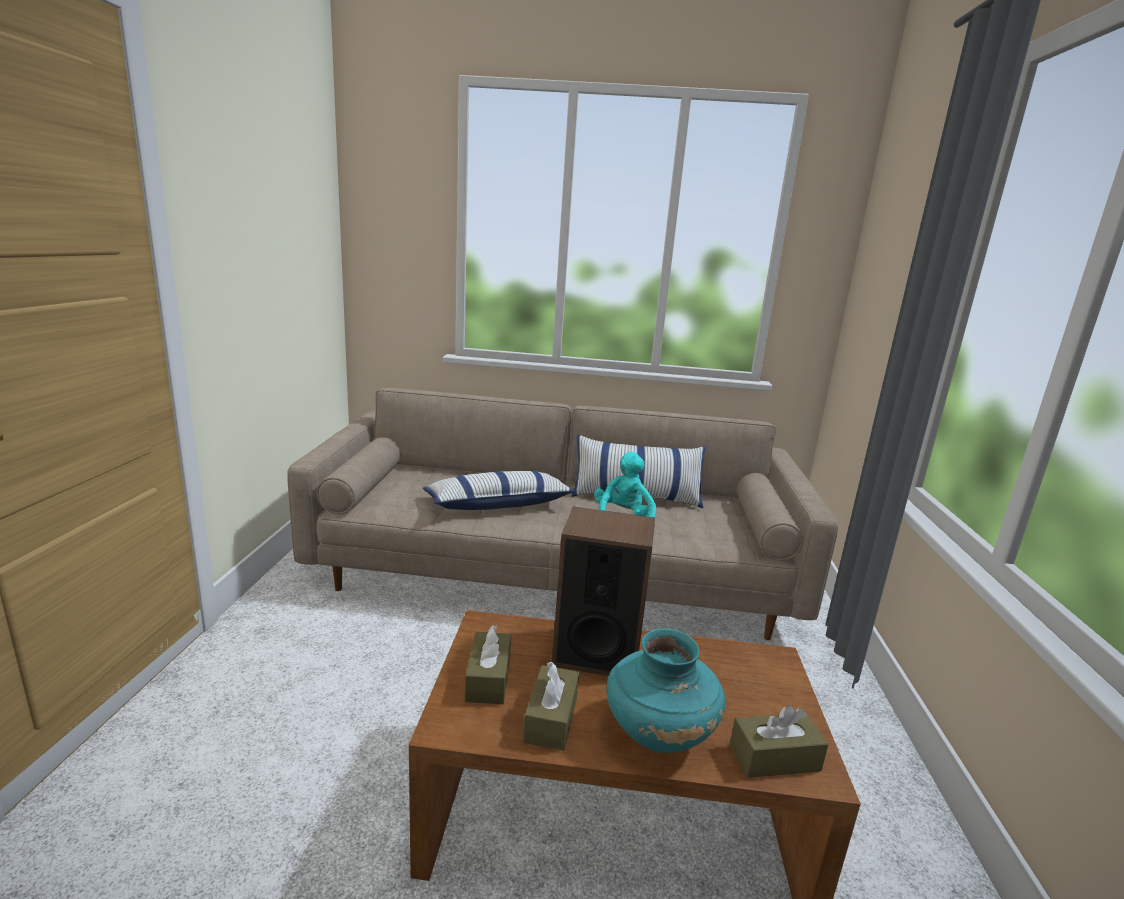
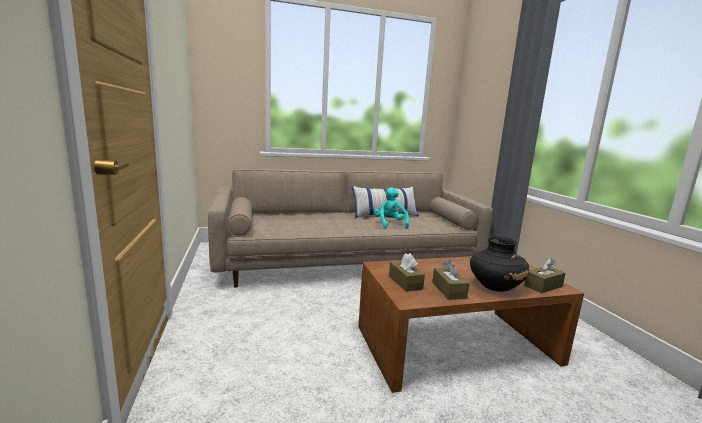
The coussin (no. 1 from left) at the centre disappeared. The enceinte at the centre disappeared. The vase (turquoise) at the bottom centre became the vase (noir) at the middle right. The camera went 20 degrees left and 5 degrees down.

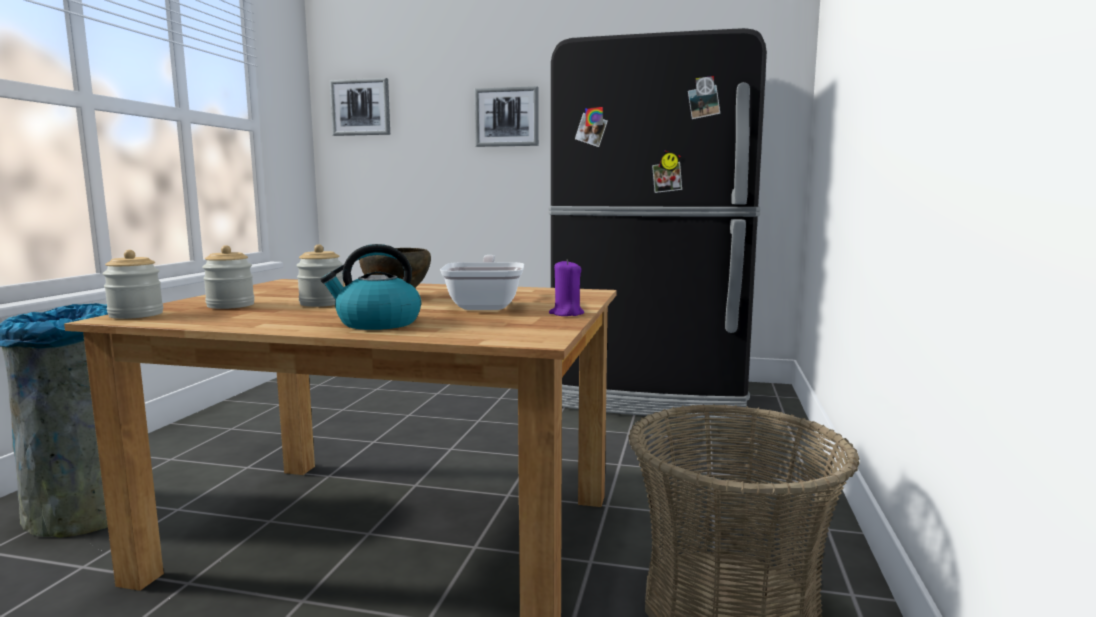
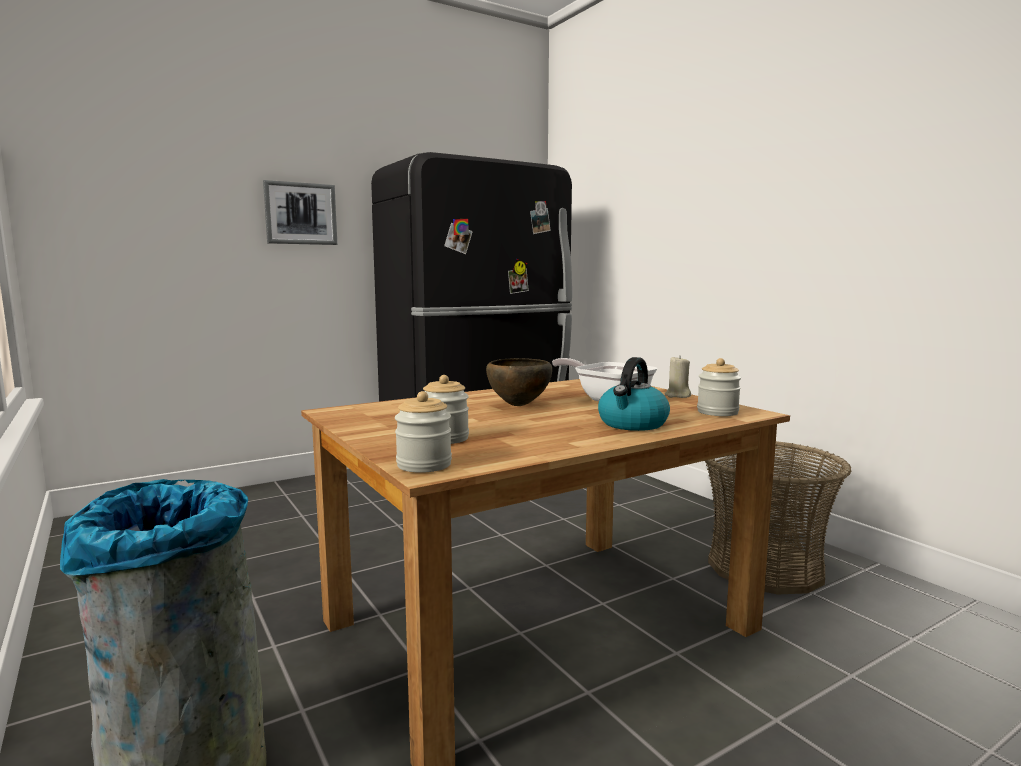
The tableau (no. 1 from left) at the top left disappeared. The bocal (no. 3 from left) moved from the middle left to the middle right. The bougie (violet) at the centre became the bougie (beige) at the centre. The camera went 45 degrees left and 0 degrees up.

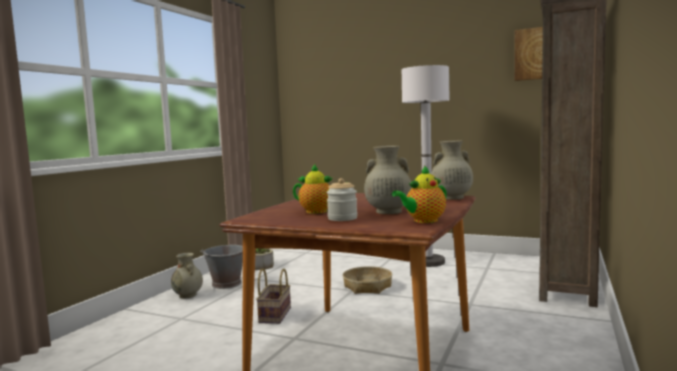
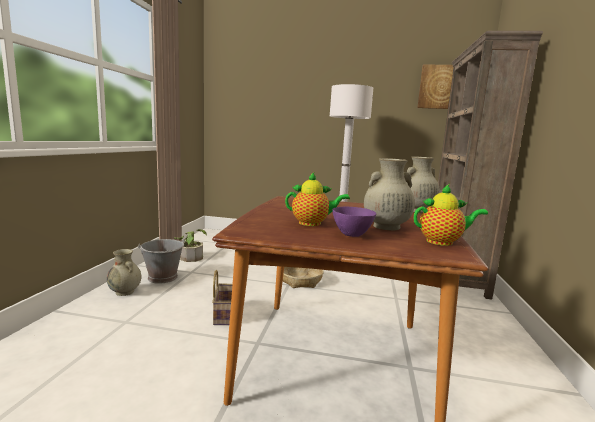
The théière (no. 2 from left) at the centre turned 135 degrees counterclockwise. The bocal at the centre was replaced by the bol (violet) at the centre. The camera went 15 degrees left and 5 degrees up.

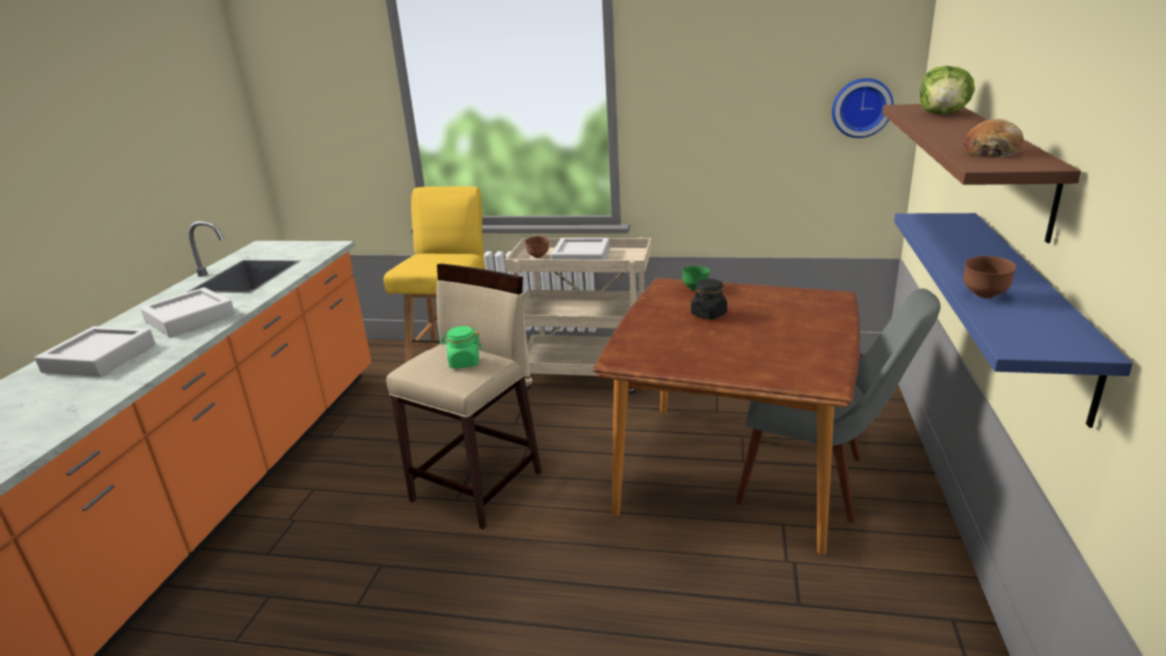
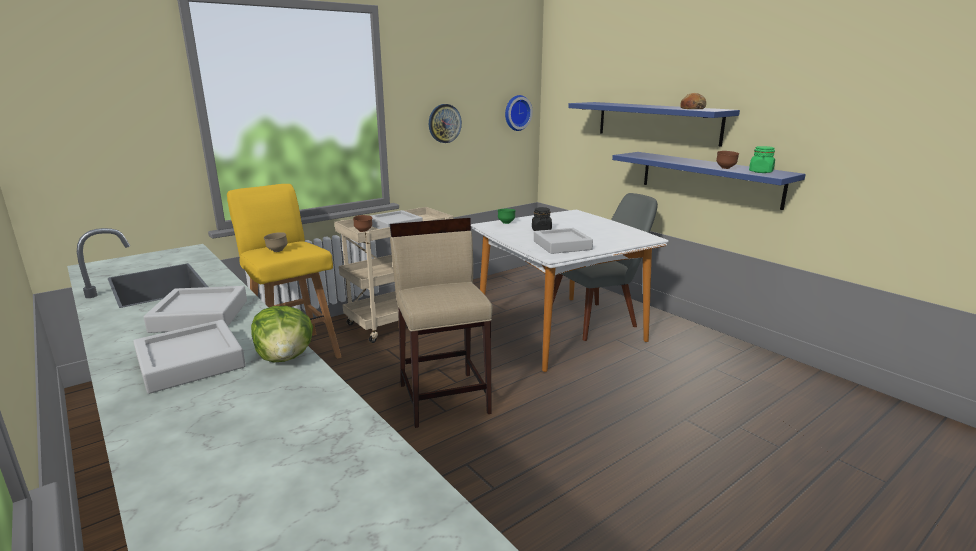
The laitue moved from the top right to the middle left. The étagère (marron) at the top right became the étagère (bleu) (no. 1 from left) at the top right. The table à manger (marron) at the centre became the table à manger (blanc) at the centre. The bocal (vert) moved from the centre to the top right. The horloge murale (no. 1 from left) at the top centre appeared. The plateau (gris) (no. 4 from left) at the centre appeared. The bol (marron) (no. 1 from left) at the middle left appeared. The camera went 50 degrees left and 5 degrees down.

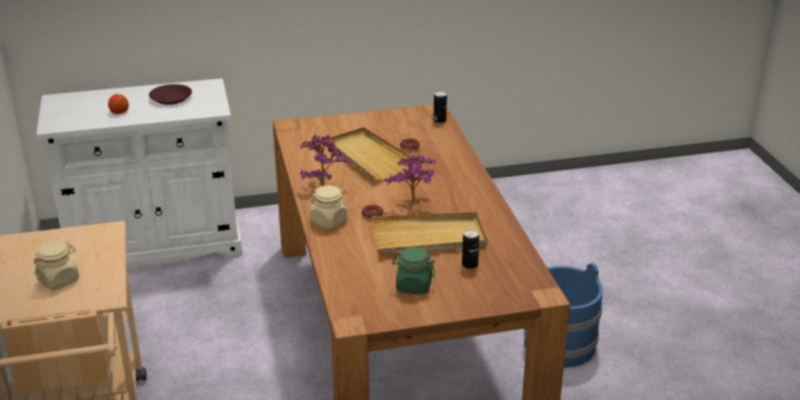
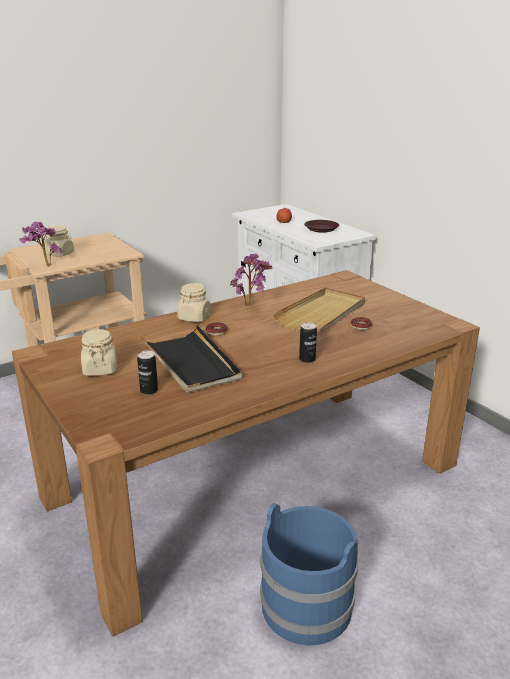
The boîte métallique (no. 1 from left in the first image) moved from the top centre to the centre. The plante en pot (no. 2 from left in the first image) moved from the centre to the middle left. The plateau (beige) (no. 2 from left) at the centre became the plateau (noir) at the centre. The bocal (vert) at the bottom centre became the bocal (beige) (no. 2 from left) at the middle left. The camera went 70 degrees right and 5 degrees down.

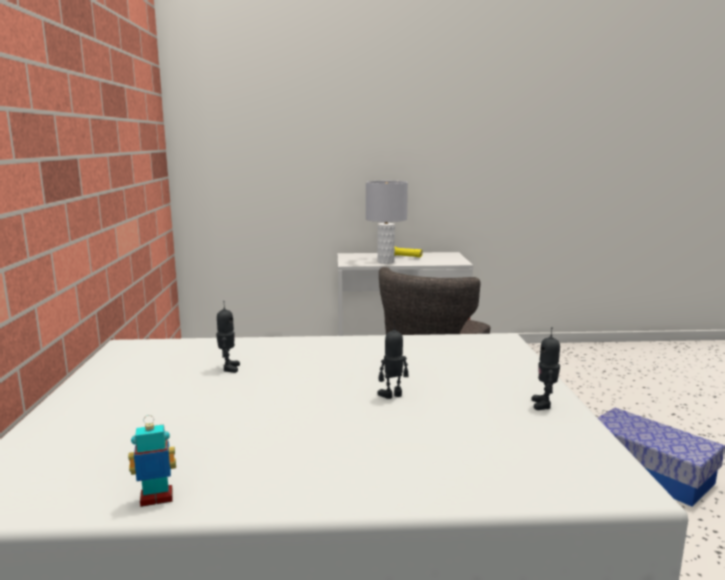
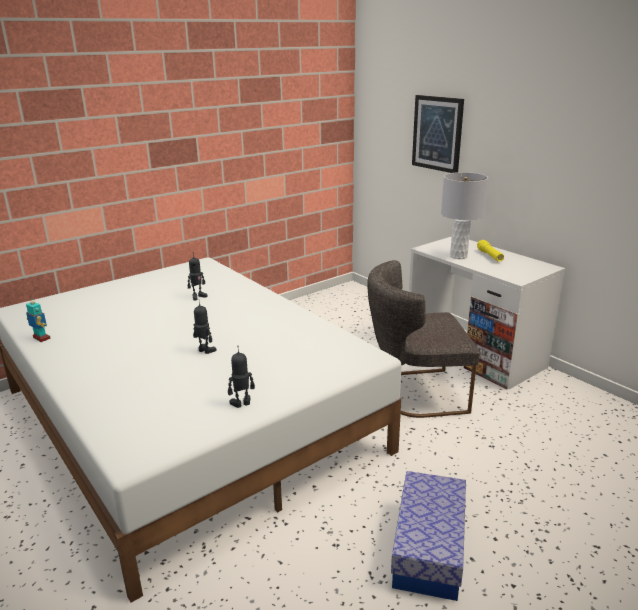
The tableau at the top right appeared. The camera went 55 degrees right and 10 degrees up.

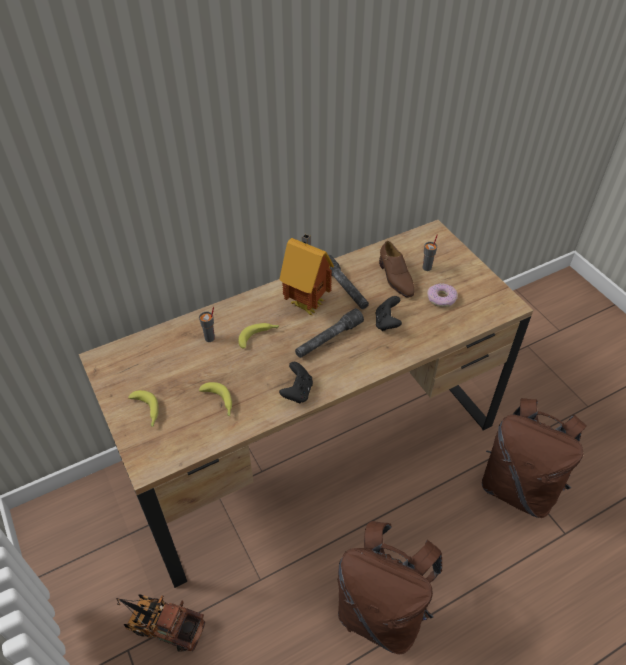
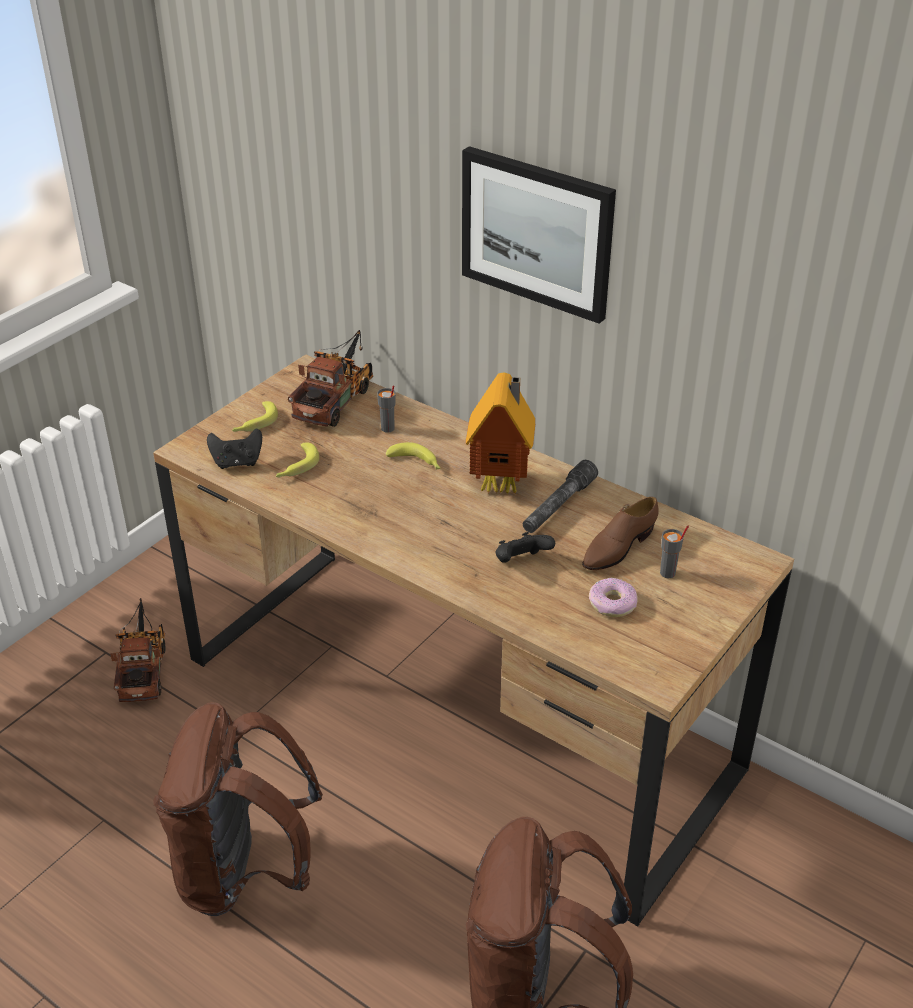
The lampe de poche (gris) (no. 1 from left) at the centre disappeared. The manette (noir) (no. 1 from left) moved from the centre to the middle left. The tableau at the top centre appeared. The camion jouet (no. 2 from left) at the centre appeared. The camera went 65 degrees right and 10 degrees down.

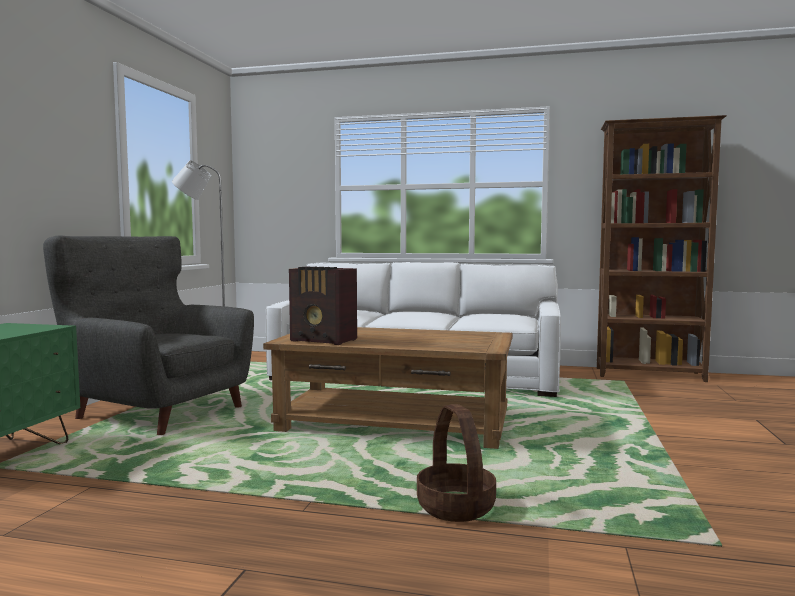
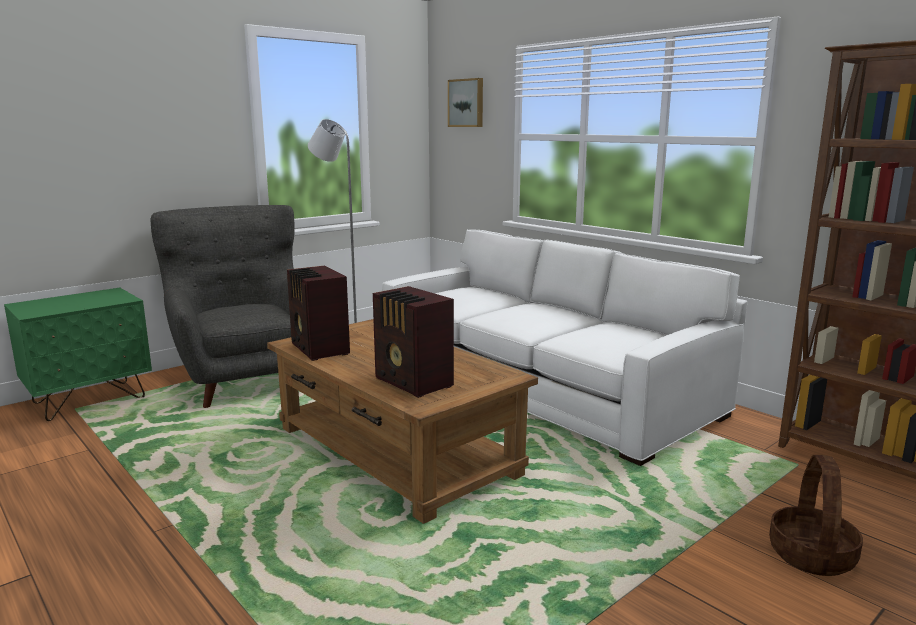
The panier moved from the bottom centre to the bottom right. The tableau at the top centre appeared. The radio (no. 2 from left) at the centre appeared. The camera went 35 degrees right and 10 degrees up.

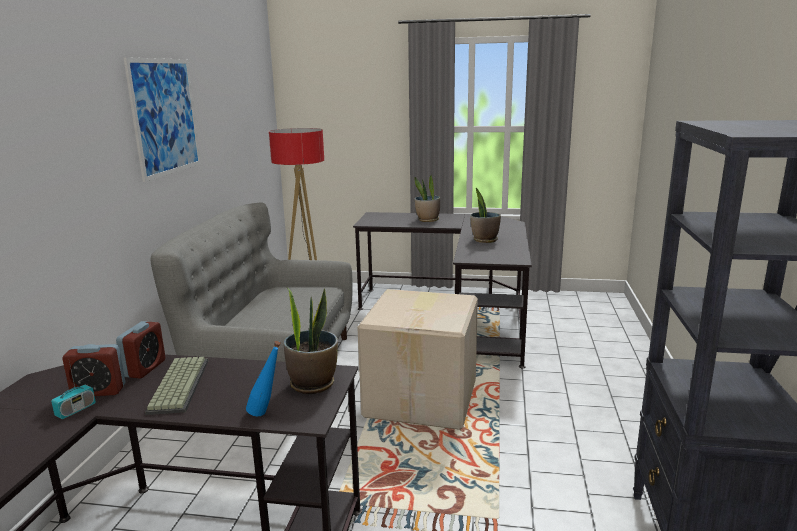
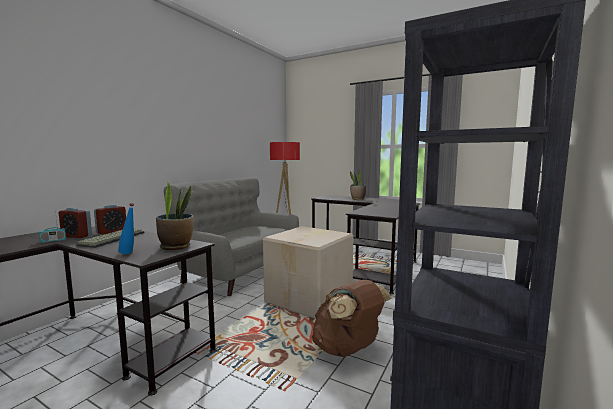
The tableau at the top left disappeared. The plante en pot (no. 3 from left) at the centre disappeared. The sac à dos (marron) at the bottom centre appeared. The camera went 20 degrees right and 10 degrees down.

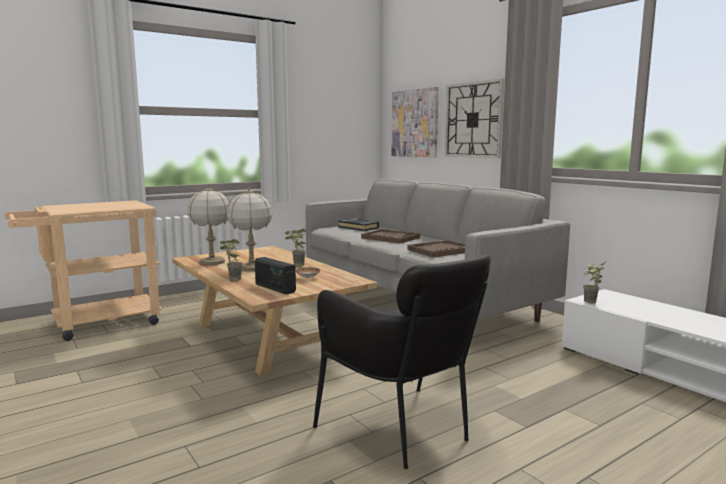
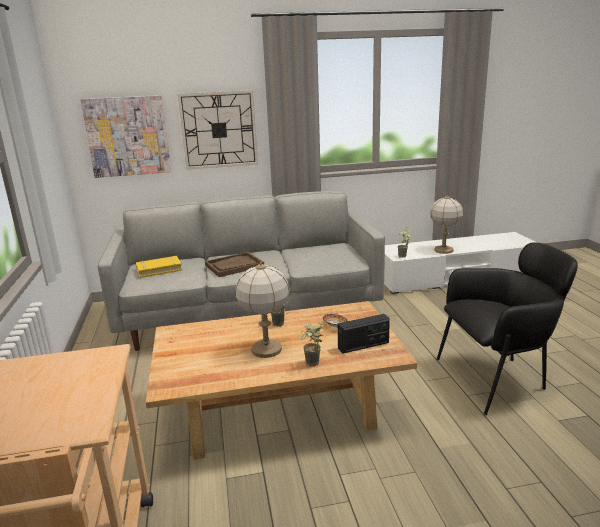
The lampe de table (no. 1 from left in the first image) moved from the middle left to the middle right. The livre (noir) at the centre became the livre (jaune) at the middle left. The plateau (marron) (no. 2 from left) at the centre disappeared. The camera went 65 degrees left and 10 degrees up.

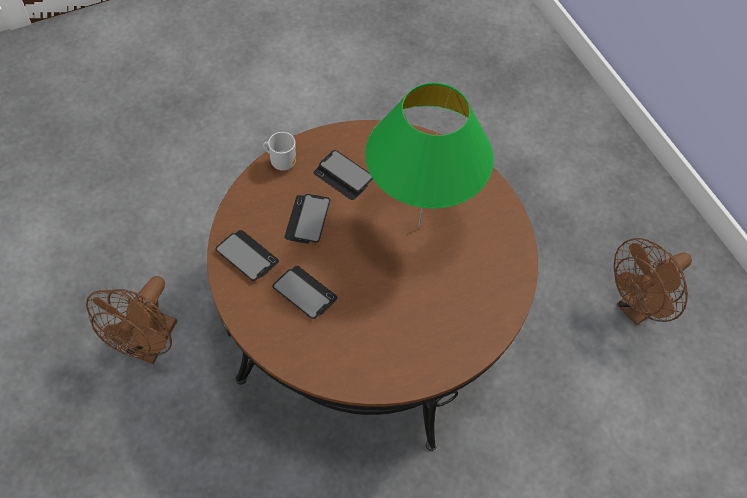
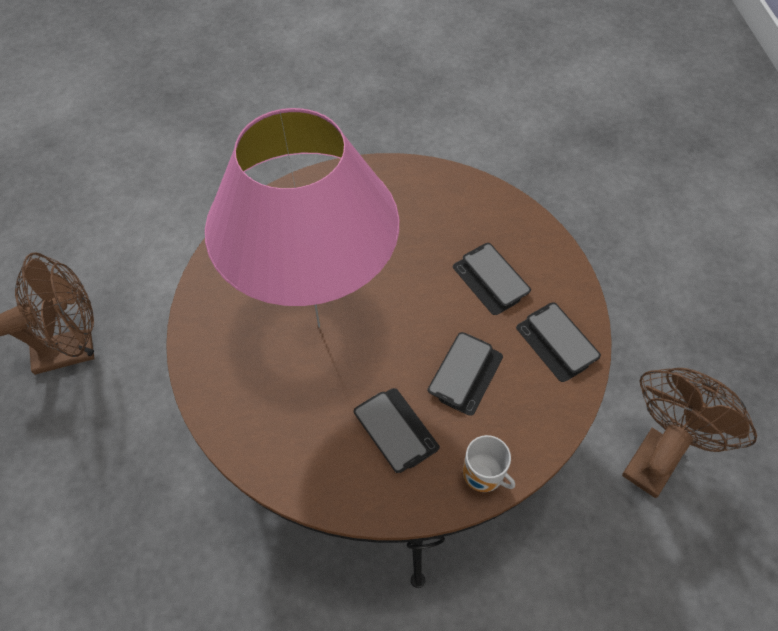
The lampe de table (vert) at the top centre became the lampe de table (rose) at the centre. The camera went 160 degrees left and 0 degrees up.

